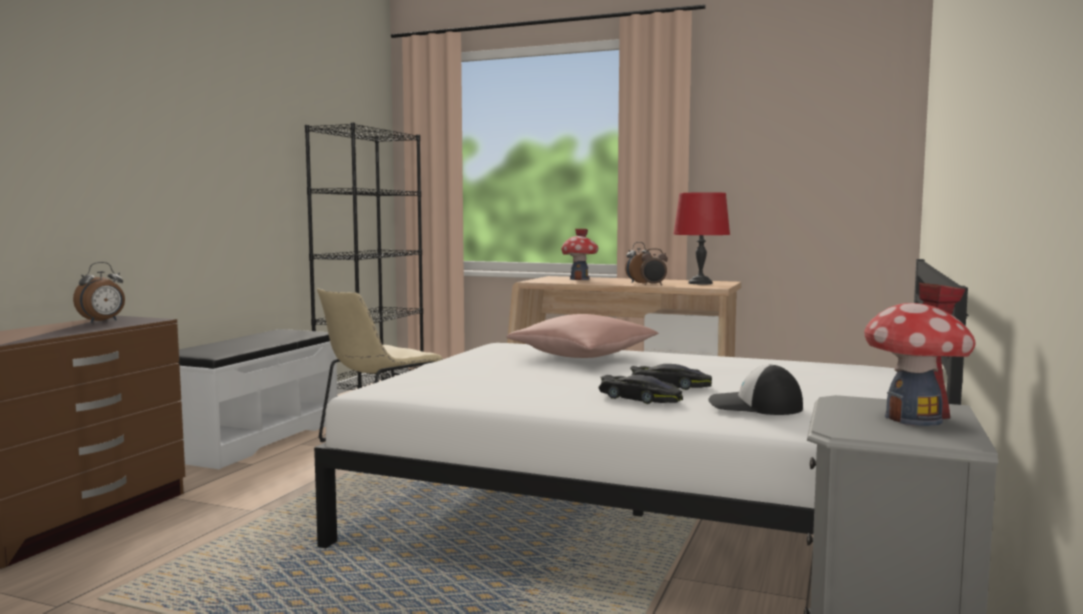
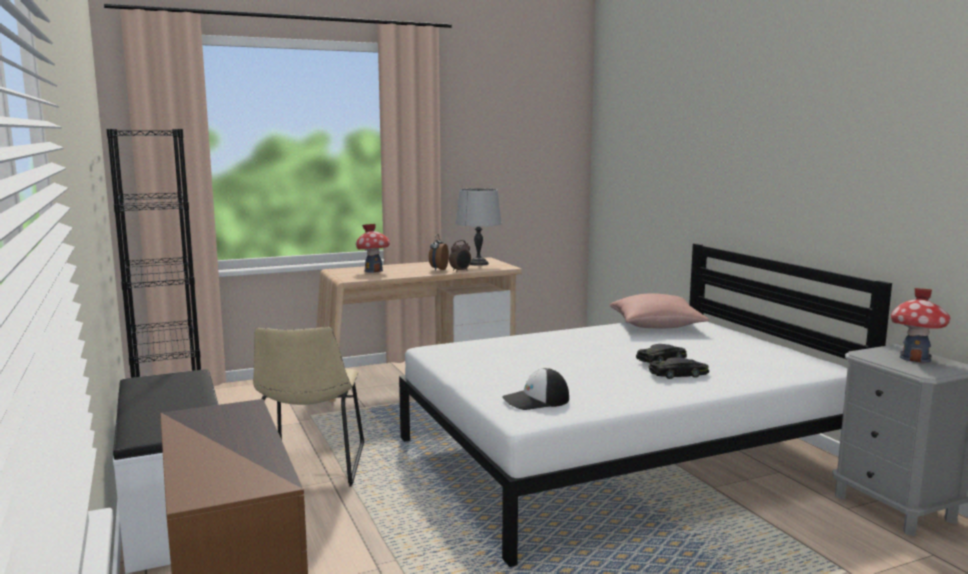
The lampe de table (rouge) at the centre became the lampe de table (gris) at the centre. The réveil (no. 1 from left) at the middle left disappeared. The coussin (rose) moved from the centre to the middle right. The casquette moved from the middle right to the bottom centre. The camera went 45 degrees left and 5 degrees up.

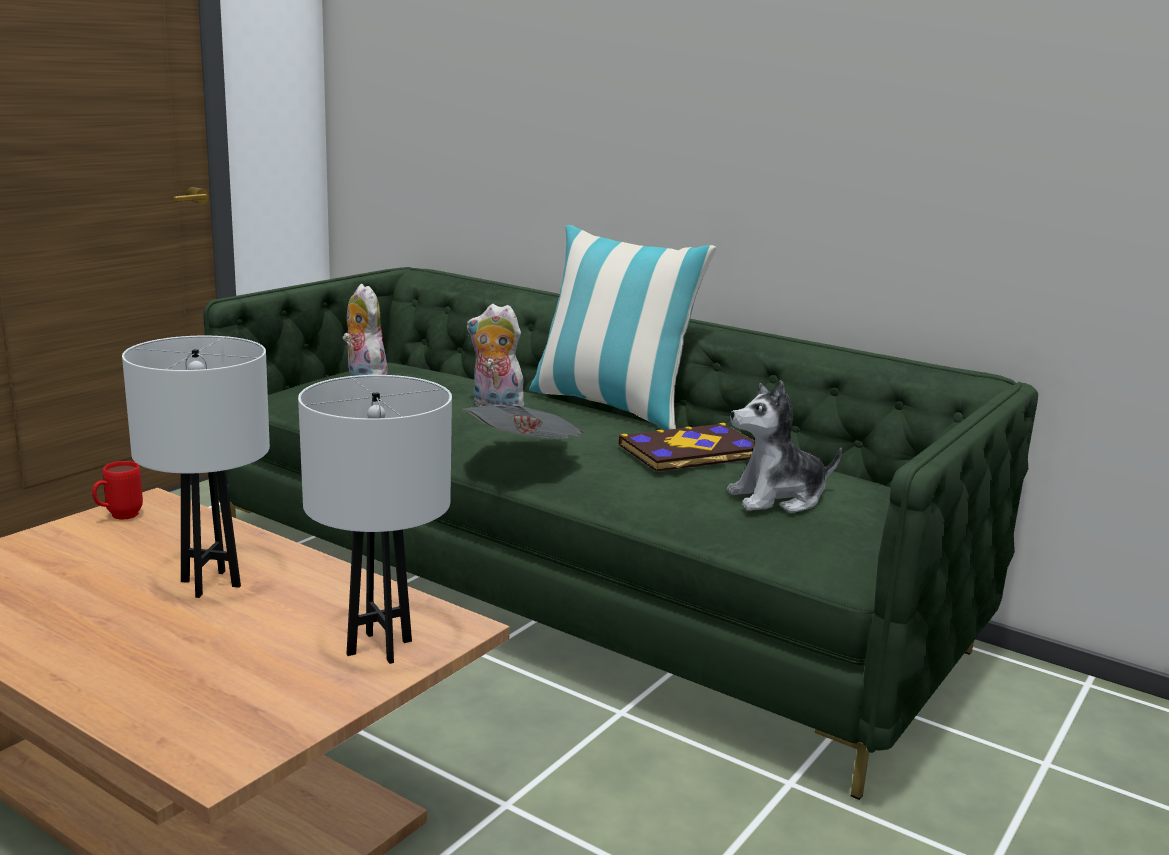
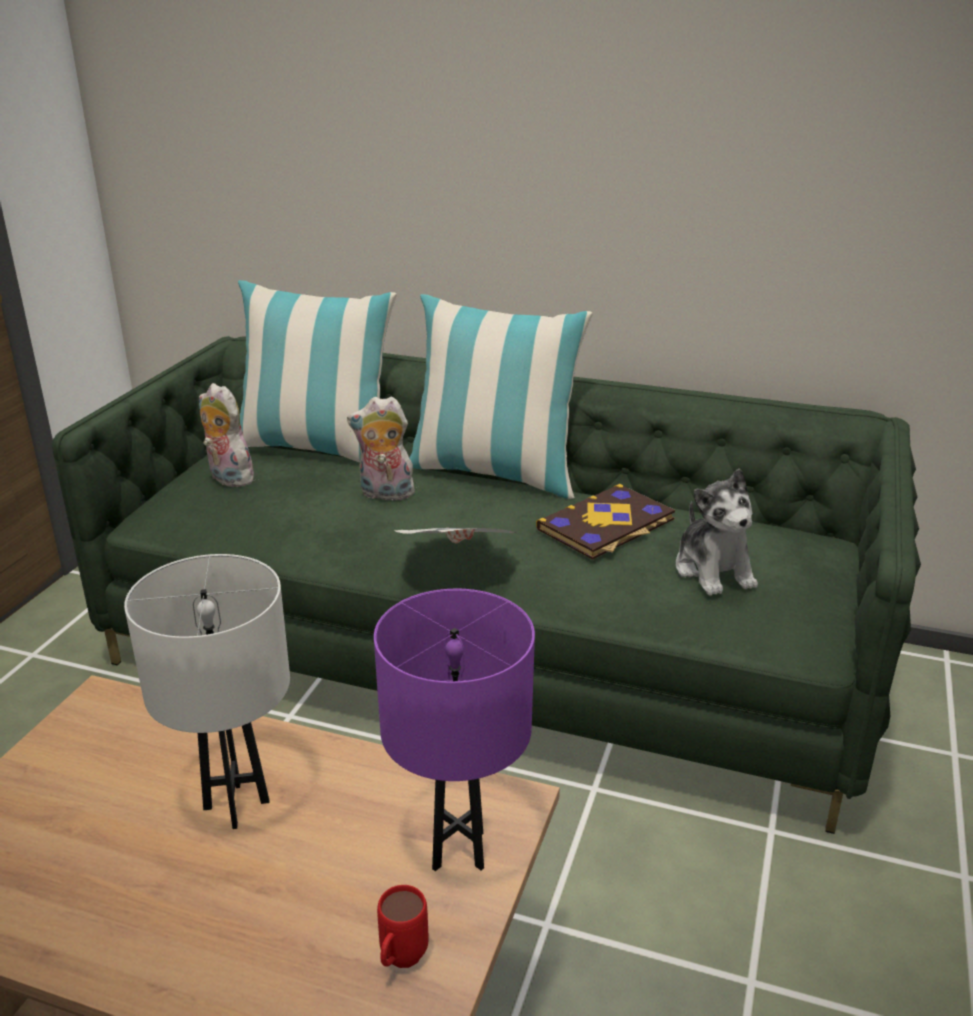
The lampe de table (blanc) (no. 2 from left) at the middle left became the lampe de table (violet) at the bottom centre. The peluche (no. 3 from left) at the middle right turned 75 degrees counterclockwise. The mug (rouge) moved from the middle left to the bottom centre. The coussin (no. 1 from left) at the middle left appeared. The camera went 15 degrees left and 10 degrees up.

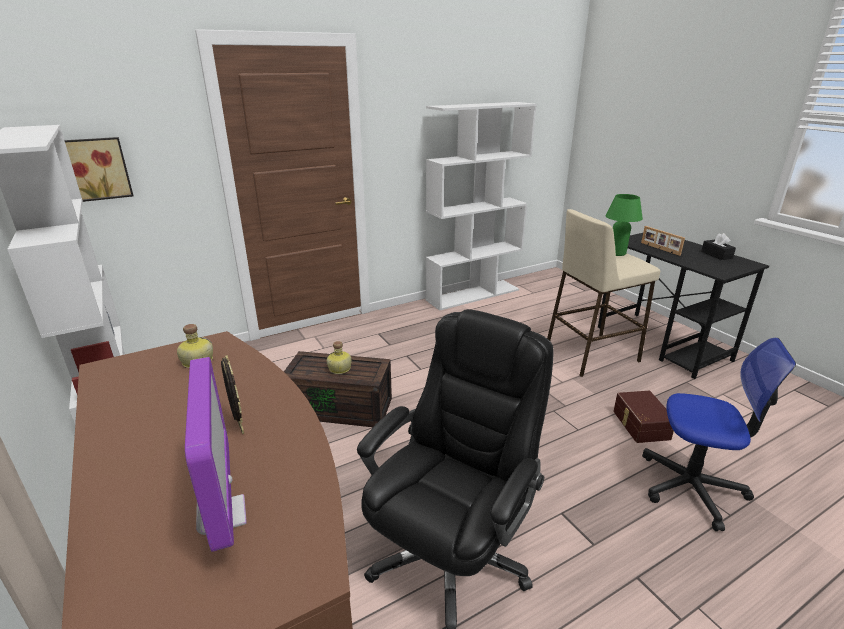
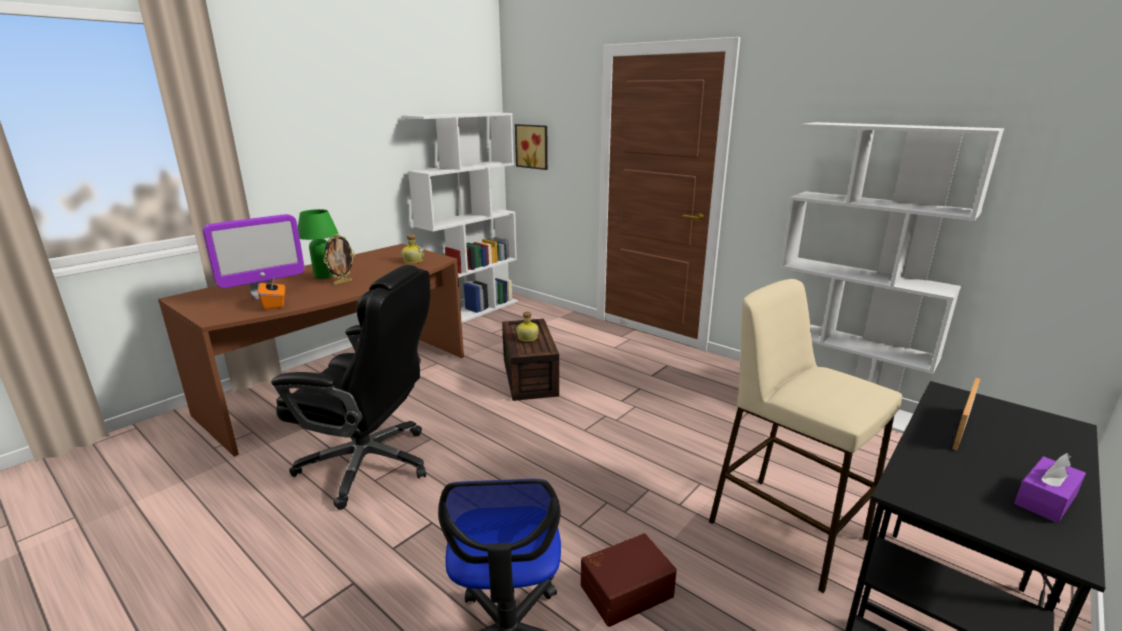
The lampe de table (vert) moved from the middle right to the middle left. The boîte à mouchoirs (noir) at the middle right became the boîte à mouchoirs (violet) at the bottom right. The boîte à mouchoirs (orange) at the middle left appeared. The camera went 70 degrees right and 5 degrees down.

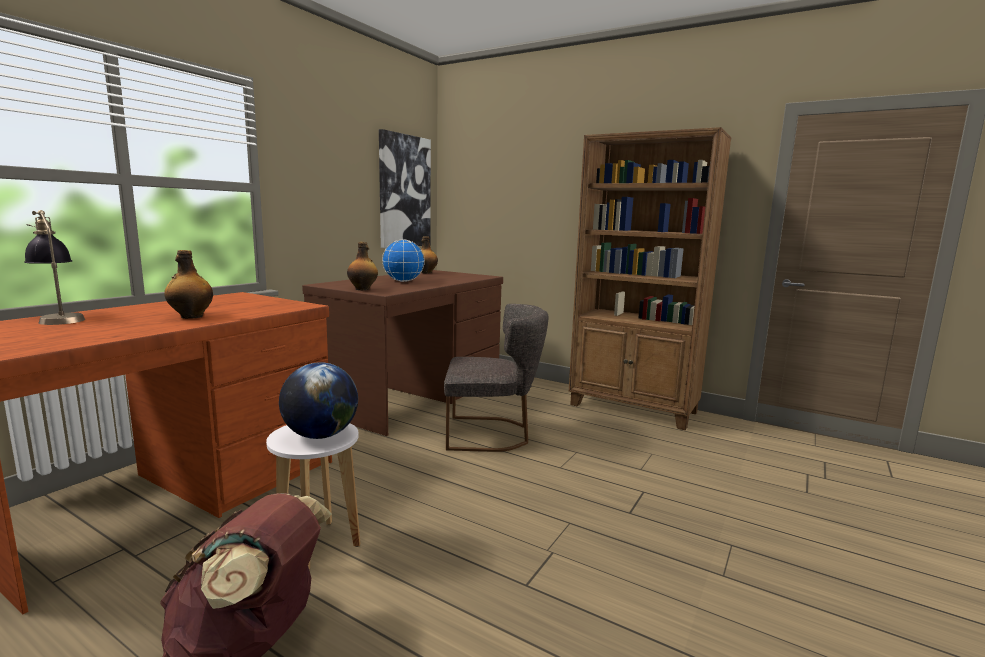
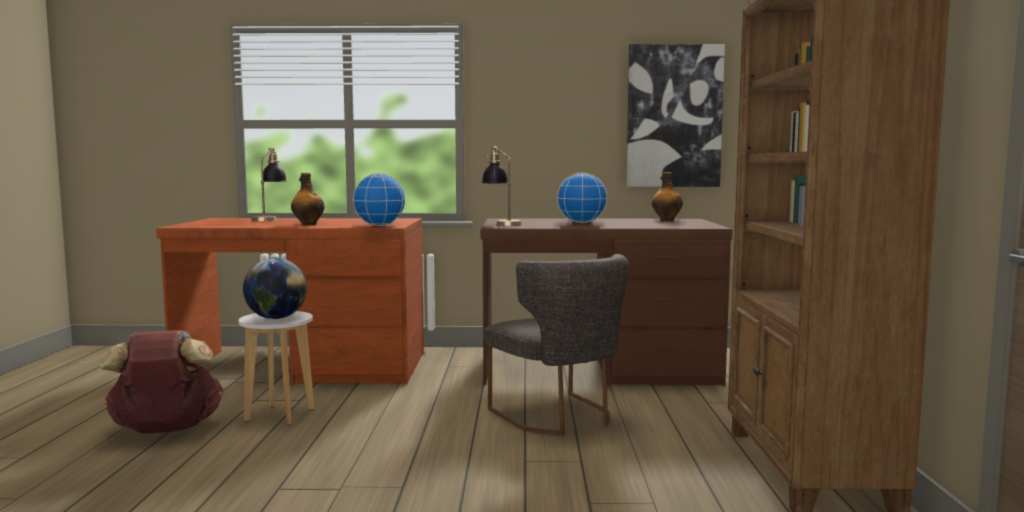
The bouteille (no. 2 from left) at the centre was replaced by the lampe de table (no. 2 from left) at the centre. The globe (no. 2 from left) at the centre appeared. The camera went 60 degrees right and 5 degrees down.

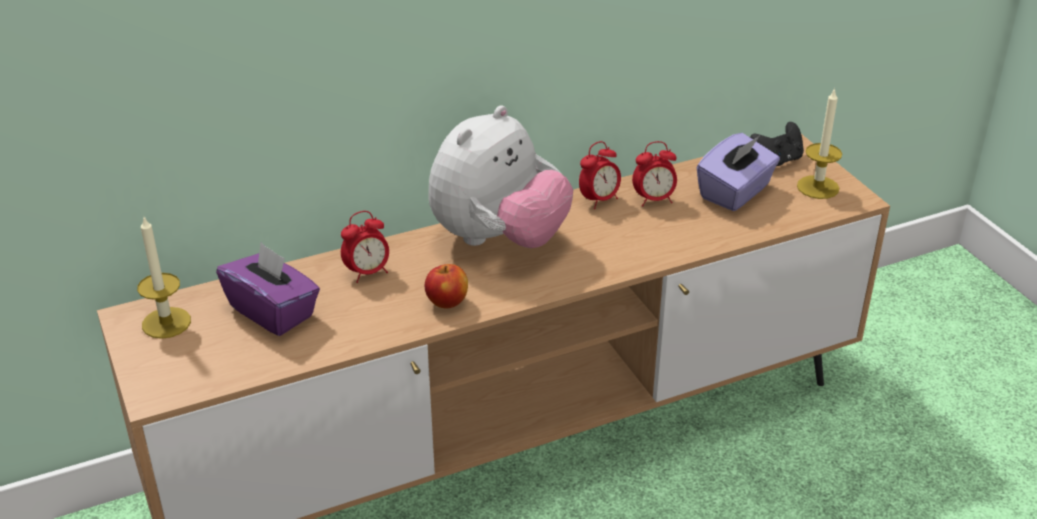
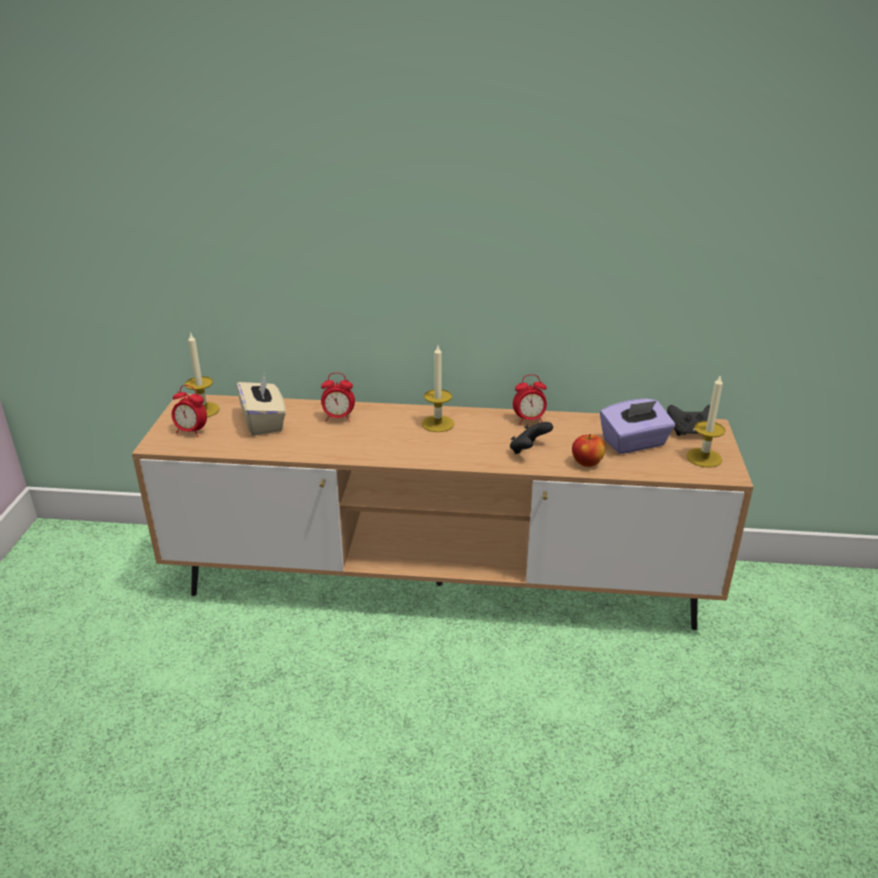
The peluche at the centre was replaced by the bougie (no. 2 from left) at the centre. The réveil (no. 3 from left in the first image) moved from the centre to the middle left. The boîte à mouchoirs (violet) (no. 1 from left) at the middle left became the boîte à mouchoirs (beige) at the middle left. The pomme moved from the centre to the middle right. The manette (noir) (no. 1 from left) at the centre appeared. The camera went 30 degrees right and 5 degrees down.

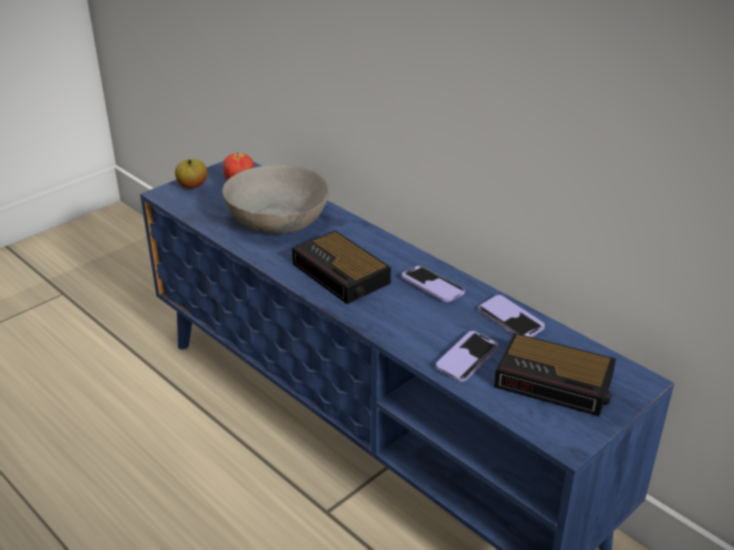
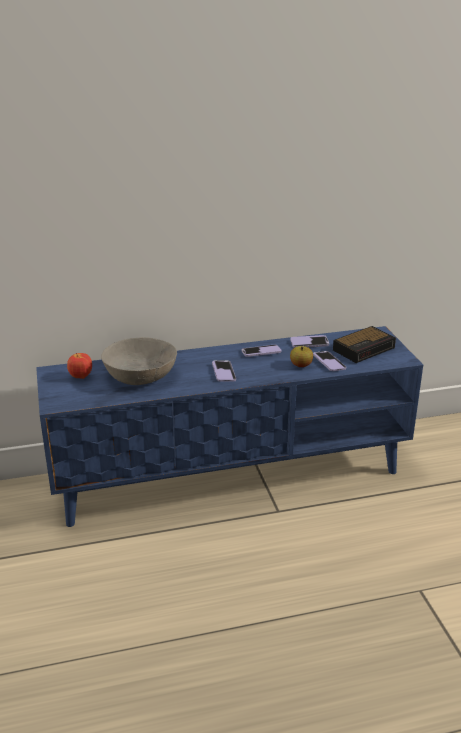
The pomme (no. 1 from left in the first image) moved from the top left to the centre. The réveil (no. 1 from left) at the centre was replaced by the téléphone (no. 1 from left) at the centre. The camera went 60 degrees left and 5 degrees down.

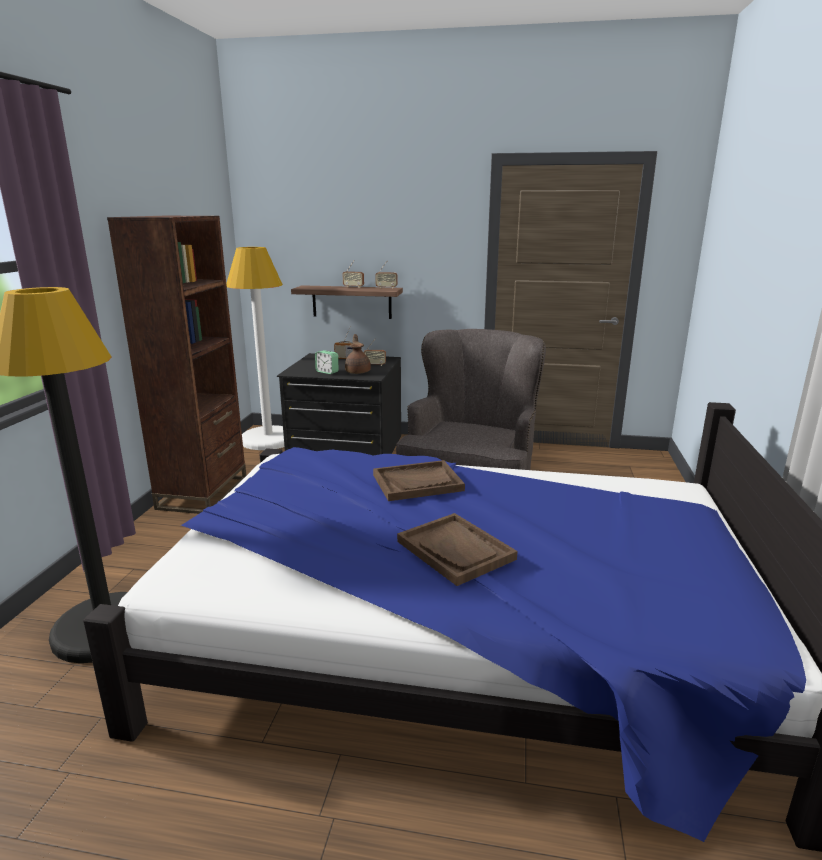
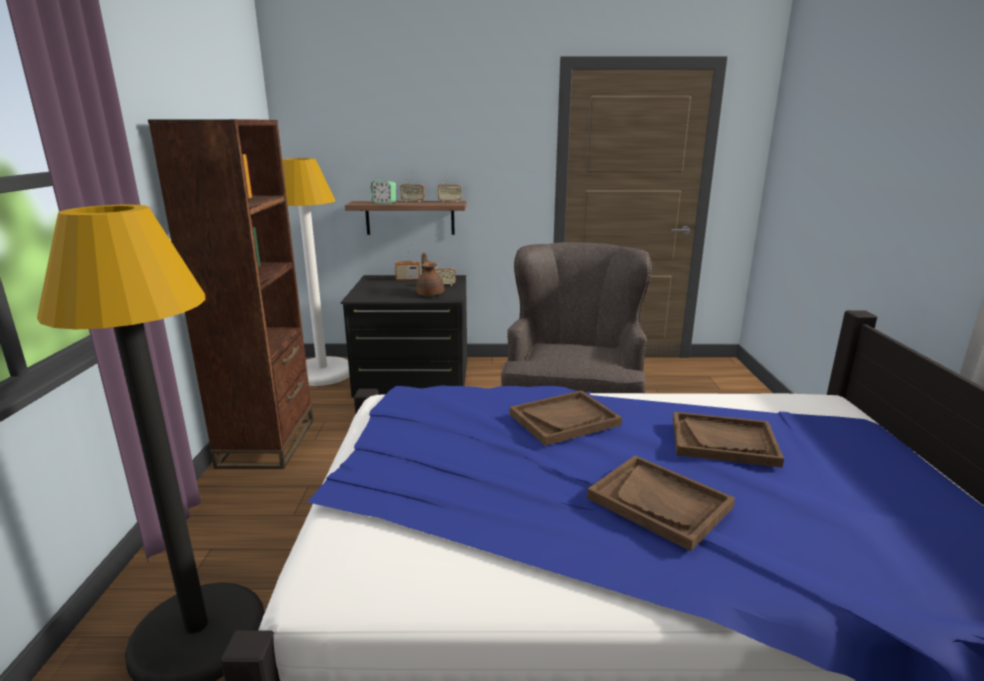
The réveil moved from the centre to the top centre. The plateau (marron) (no. 3 from left) at the middle right appeared. The camera went 10 degrees left and 0 degrees up.

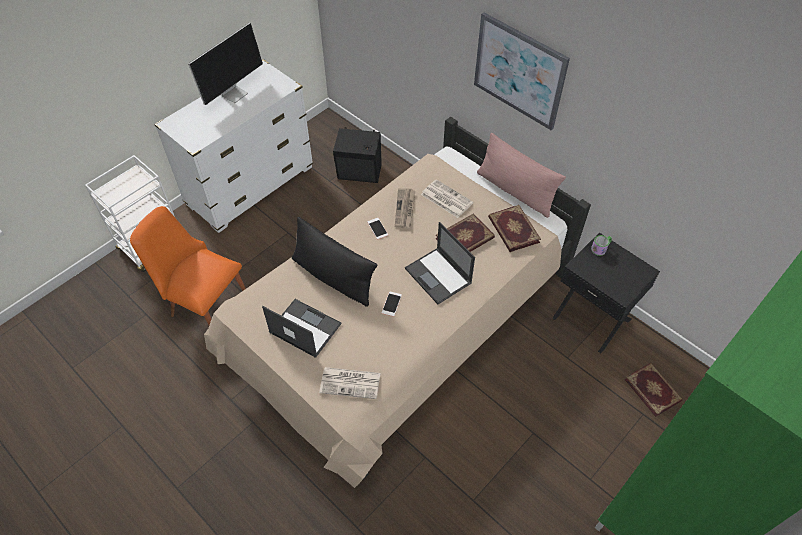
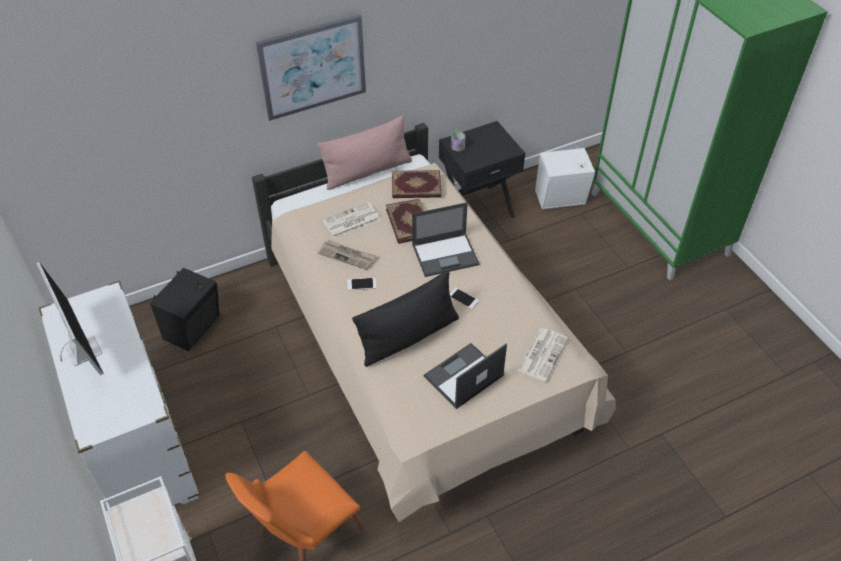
The livre (no. 3 from left) at the bottom right was replaced by the enceinte (blanc) at the top right. The camera went 70 degrees left and 5 degrees down.

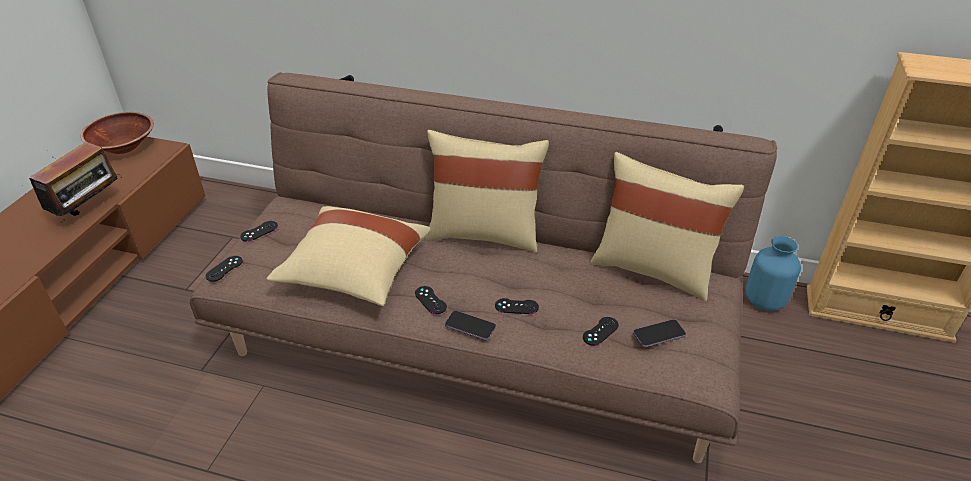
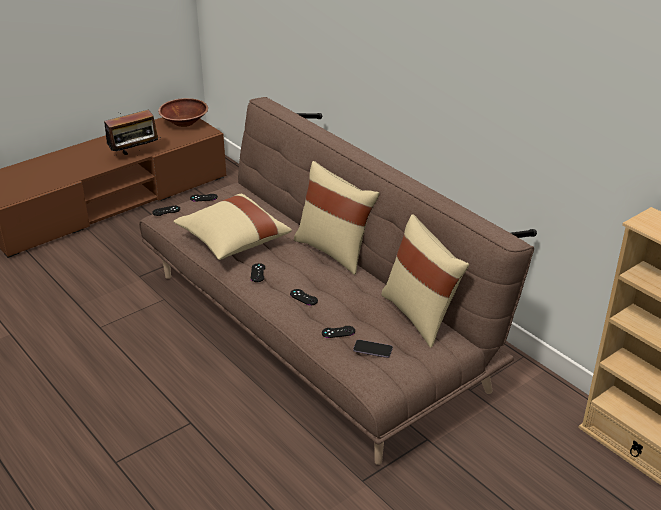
The vase (bleu) at the middle right disappeared. The téléphone (no. 1 from left) at the bottom centre disappeared. The camera went 35 degrees right and 5 degrees down.

